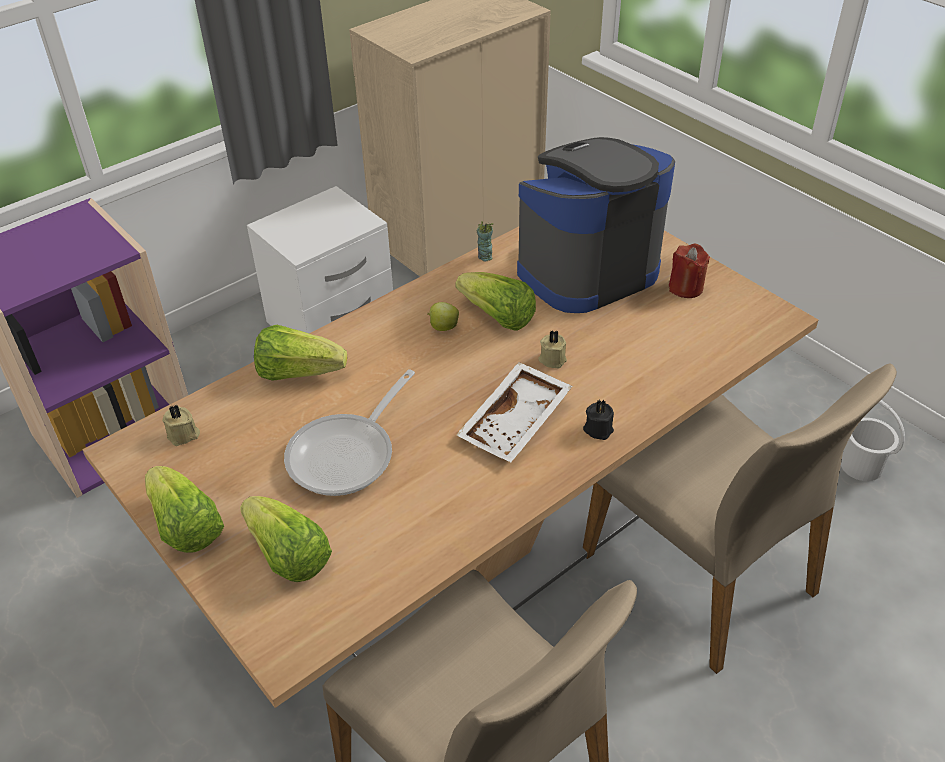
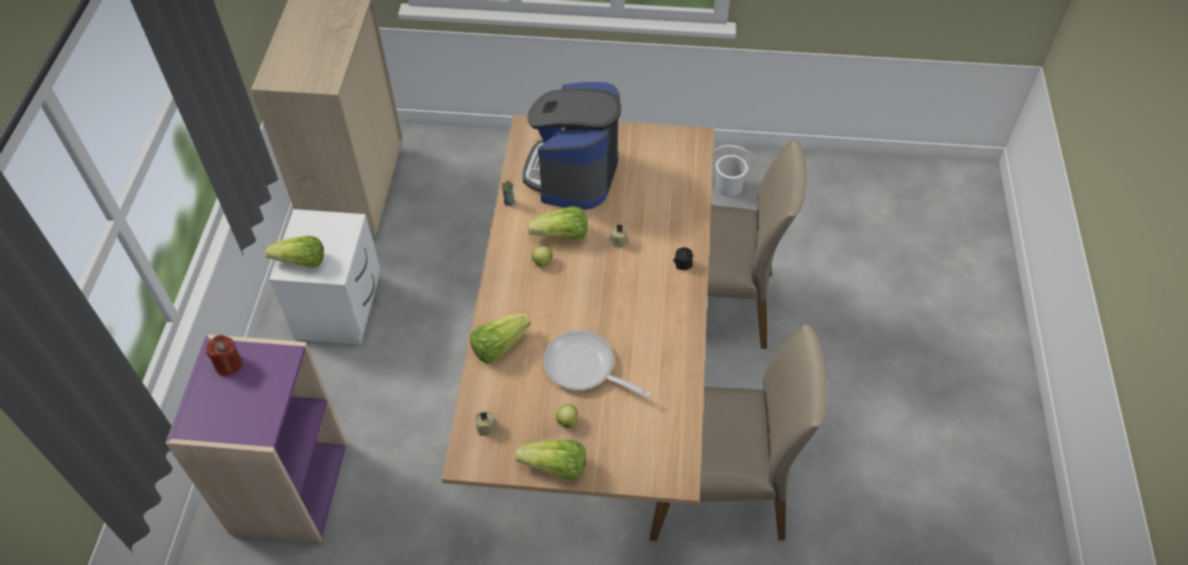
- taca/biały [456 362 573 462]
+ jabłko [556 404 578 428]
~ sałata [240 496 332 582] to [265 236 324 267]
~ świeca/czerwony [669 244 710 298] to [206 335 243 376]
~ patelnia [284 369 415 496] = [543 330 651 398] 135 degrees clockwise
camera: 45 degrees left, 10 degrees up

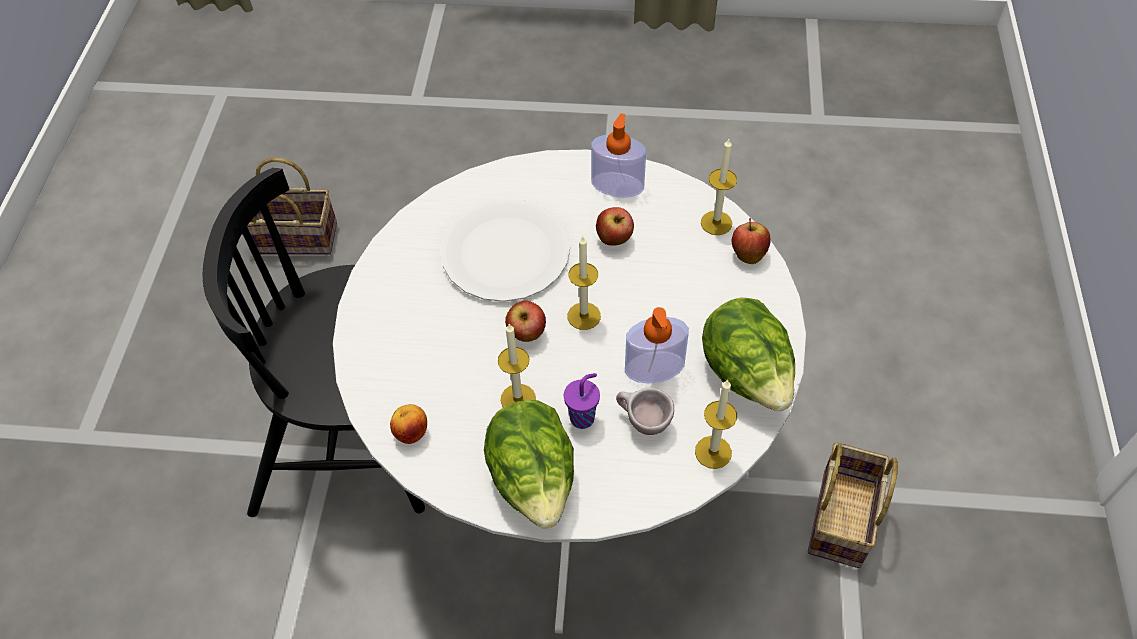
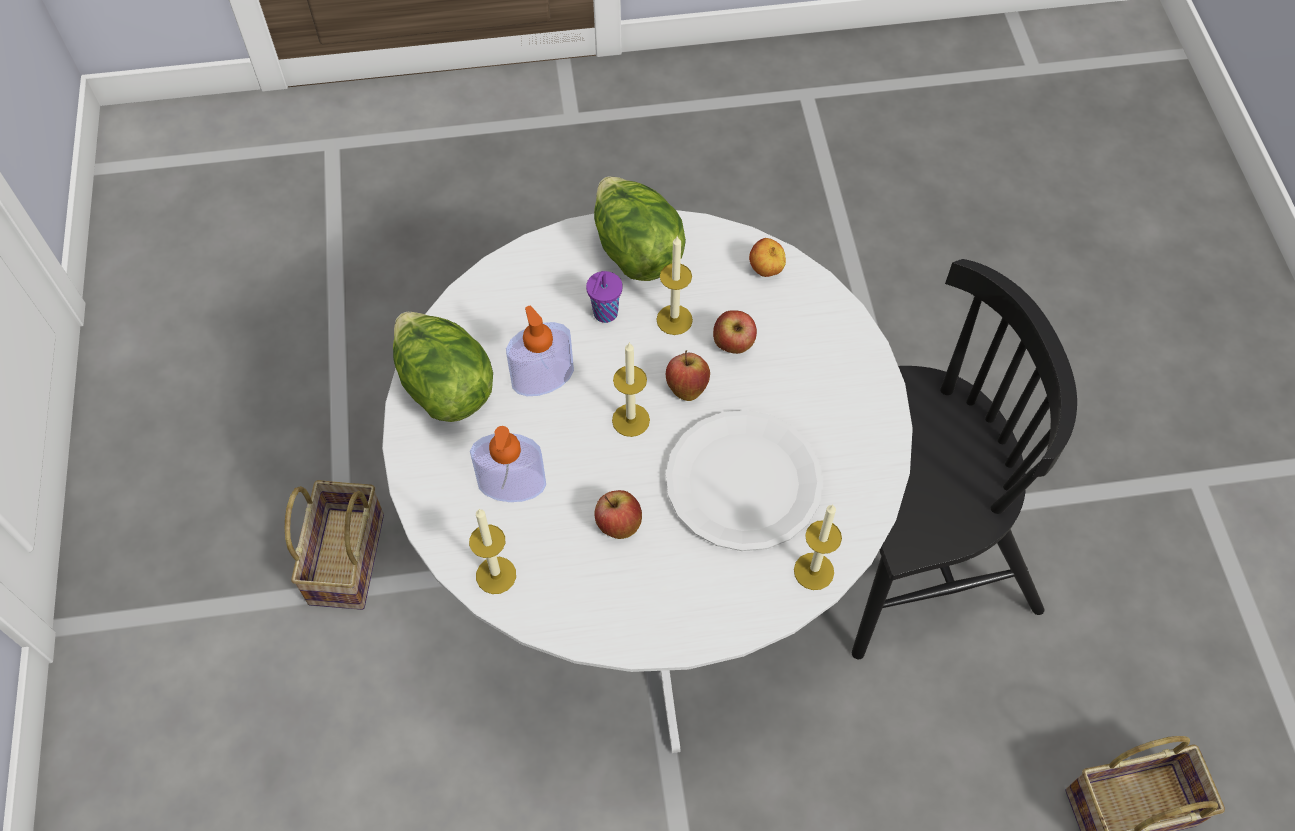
- filiżanka/beżowy [616 388 674 435]
~ dozownik mydła [591 114 646 198] to [470 426 546 502]
~ świeca [695 380 737 469] to [794 504 842 590]
~ jabłko [732 218 771 264] to [713 310 757 354]
camera: 165 degrees right, 5 degrees up

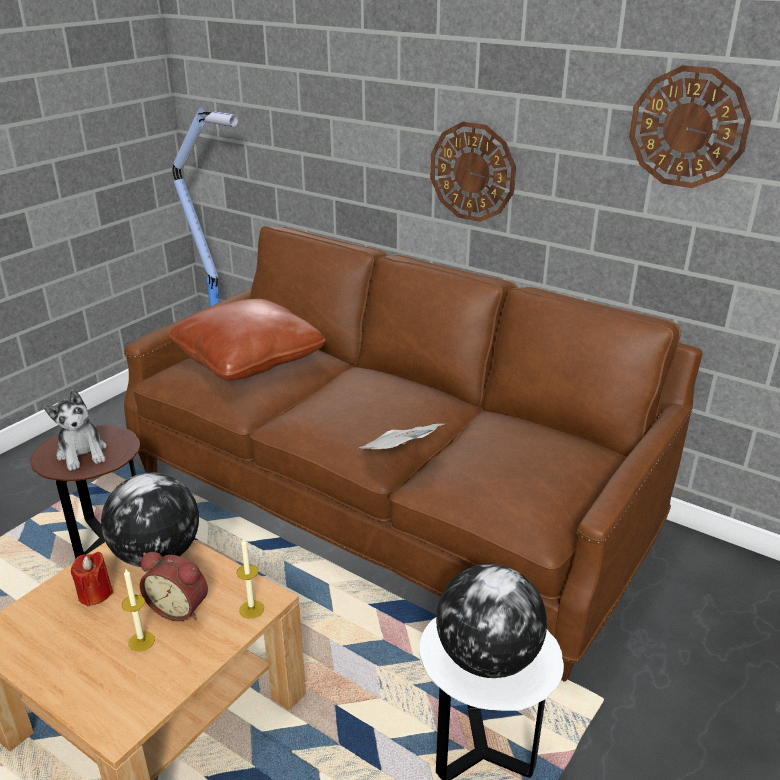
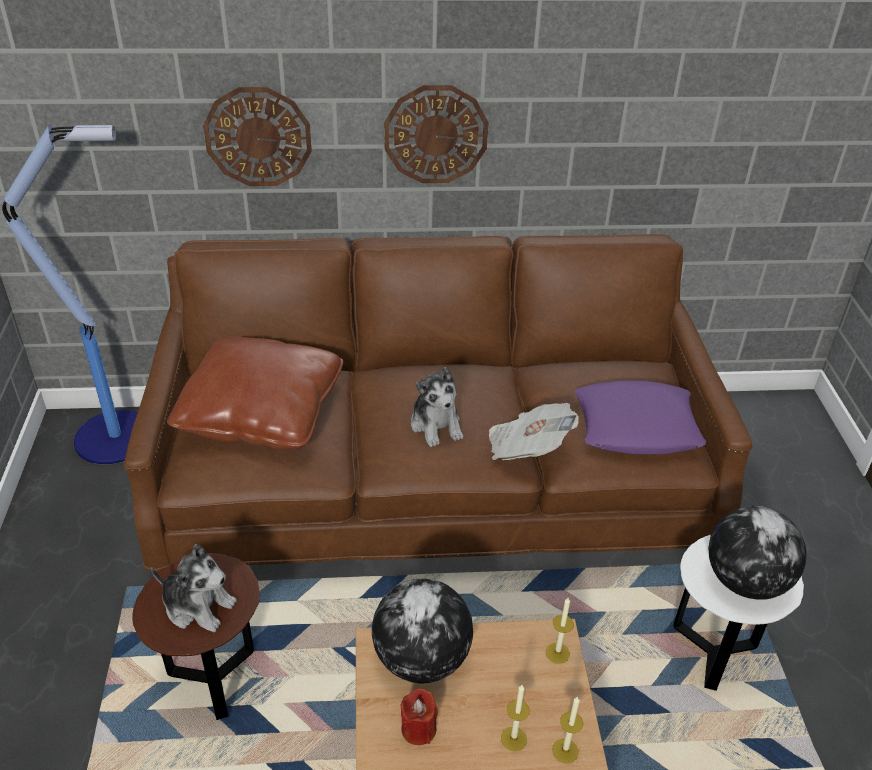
- budzik [140 552 208 621]
+ pluszak [411 367 463 447]
+ świeca [552 696 583 764]
+ poduszka/fioletowy [575 381 706 454]
~ zegar ścienny [629 65 751 188] to [203 87 312 186]
camera: 40 degrees left, 10 degrees up

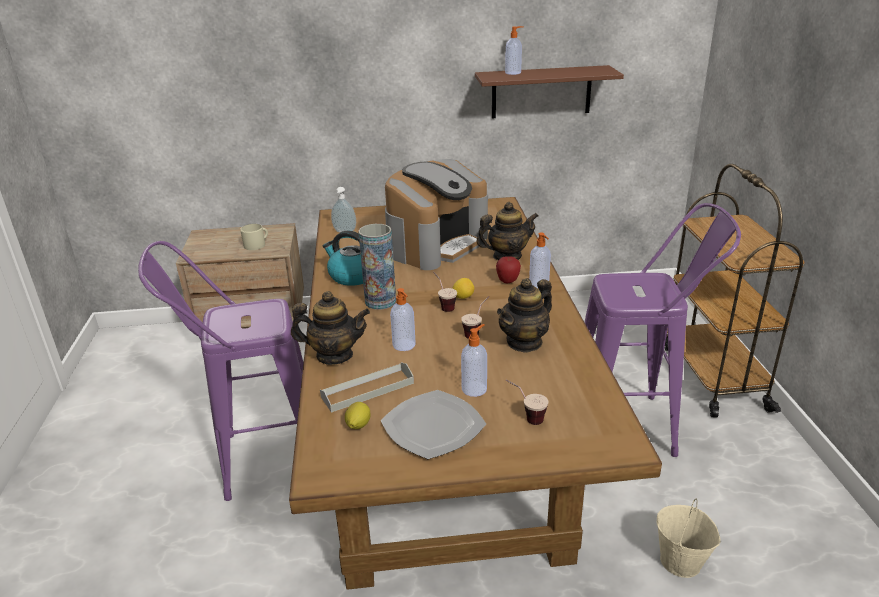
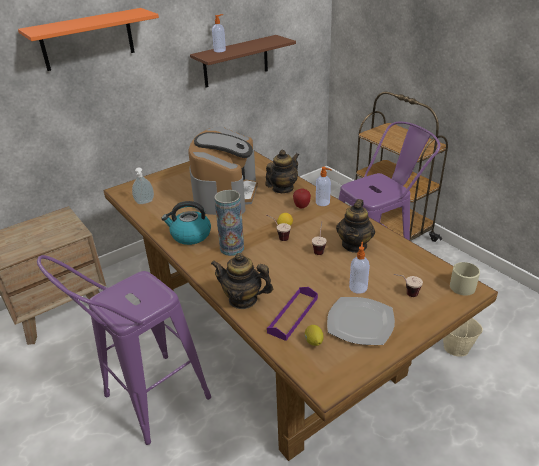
- dozownik mydła [390 288 416 351]
+ półka/pomarańczowy [18 8 159 71]
~ kubek/beżowy [240 224 268 250] to [450 262 480 296]
~ taca/szary [320 362 414 413] to taca/fioletowy [267 287 318 341]
~ imbryk [291 291 370 365] = [211 253 273 309] 135 degrees counterclockwise
camera: 30 degrees left, 5 degrees up

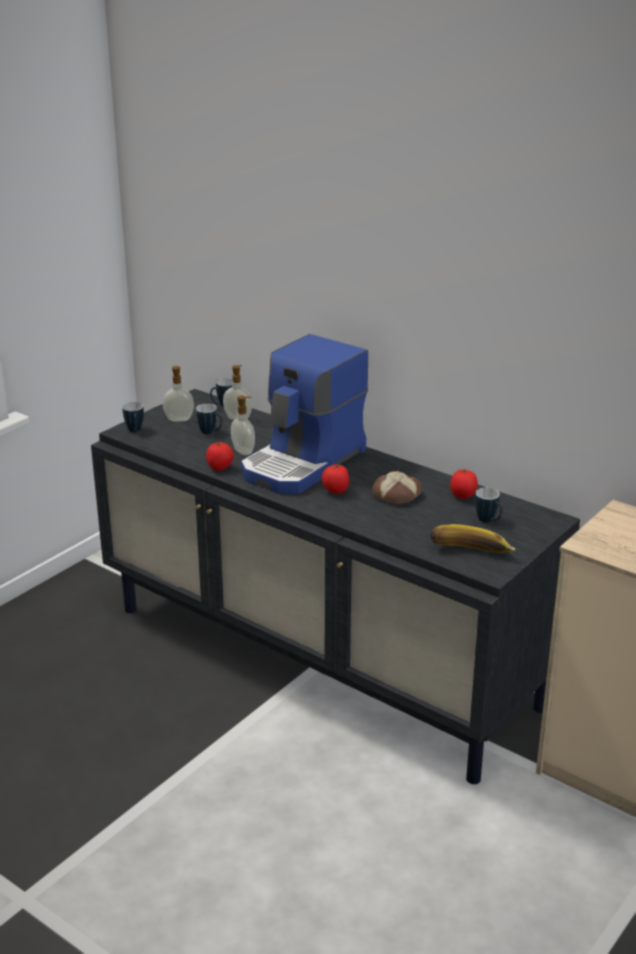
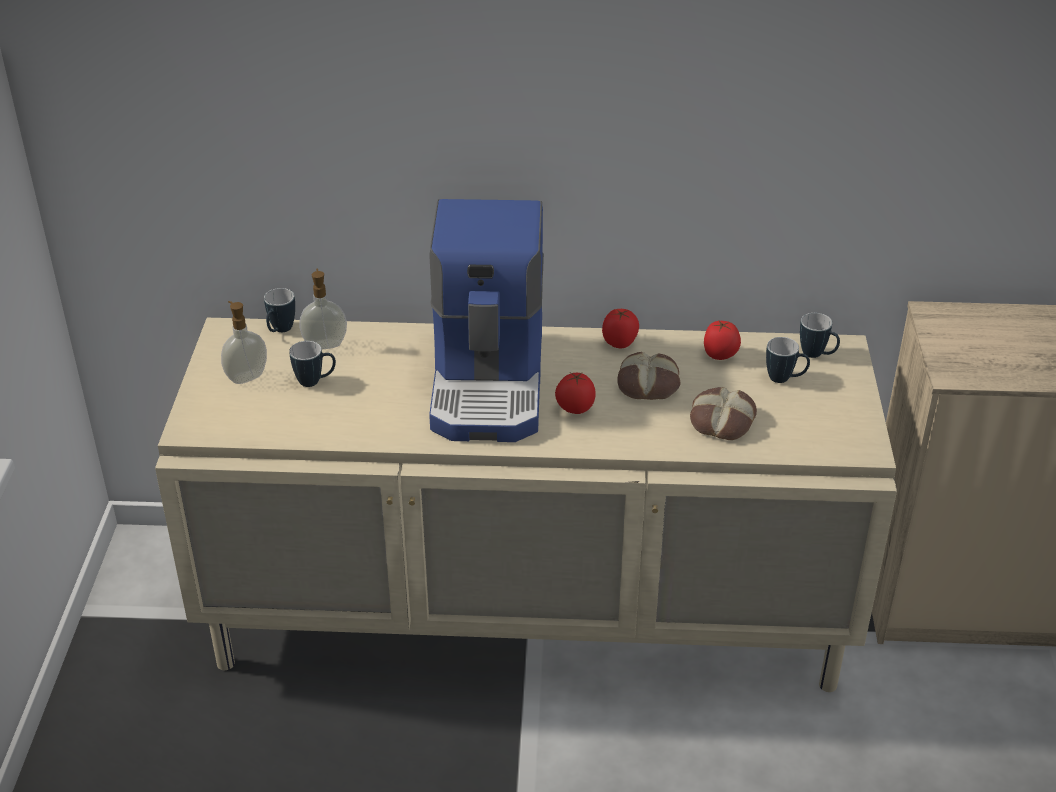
- dozownik mydła [231 396 255 455]
- banan [430 524 515 553]
+ chleb [690 387 757 440]
~ kubek [122 402 144 432] to [800 313 840 358]
~ pomidor [206 442 234 471] to [602 309 639 348]
~ szafka/czarny [91 389 580 784] to szafka/beżowy [155 318 897 692]
camera: 35 degrees left, 10 degrees up

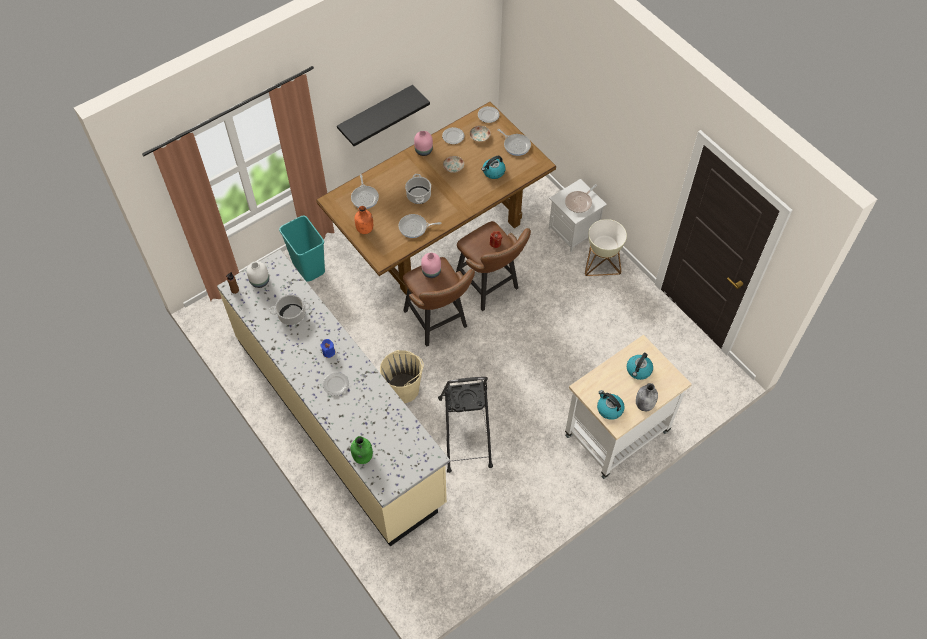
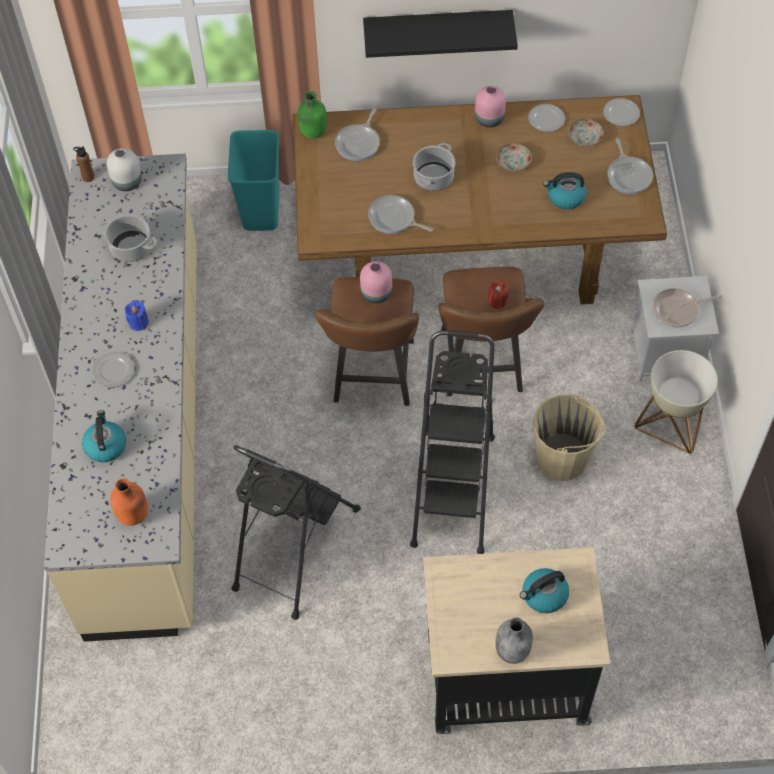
+ drabinka [410 330 495 554]
~ butelka/zielony [351 436 373 464] to [298 91 327 139]
~ butelka/pomarańczowy [355 206 373 234] to [110 479 148 526]
~ wiadro/beżowy [380 350 424 403] to [533 394 605 481]
~ czajnik [597 390 625 420] to [82 410 126 462]
~ wózek/biały [565 335 692 479] to wózek/czarny [423 547 610 734]
camera: 35 degrees right, 0 degrees up

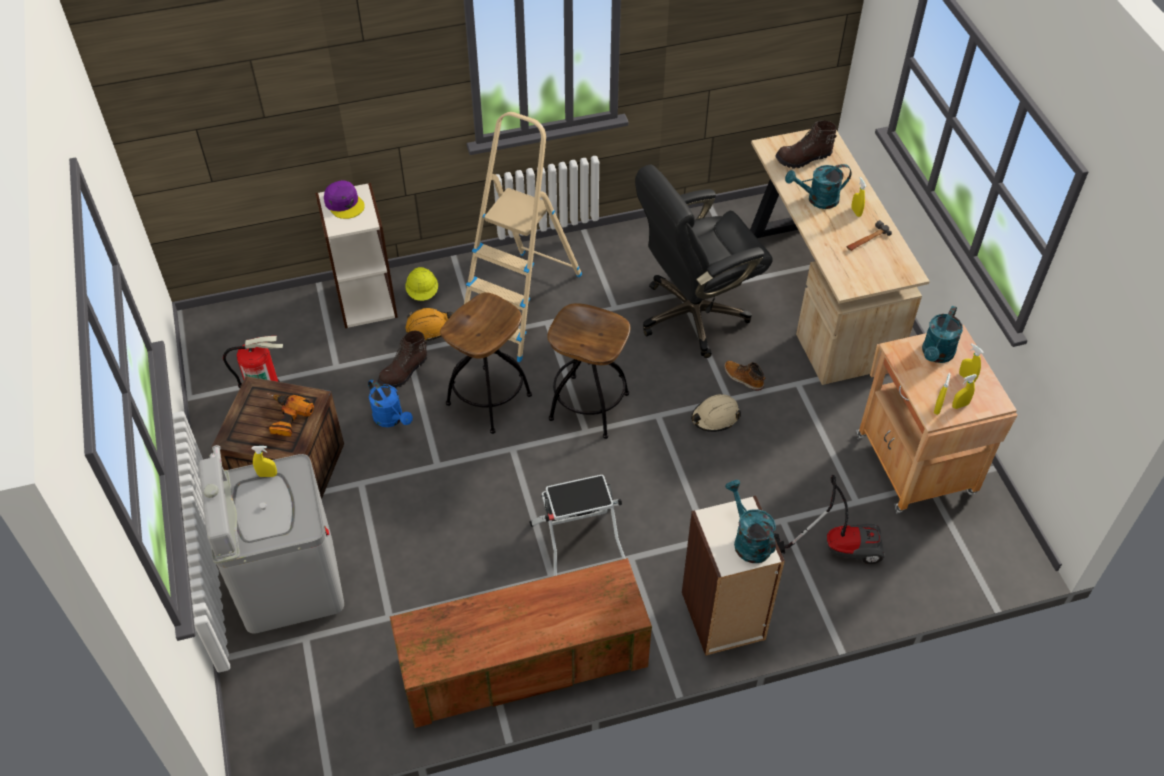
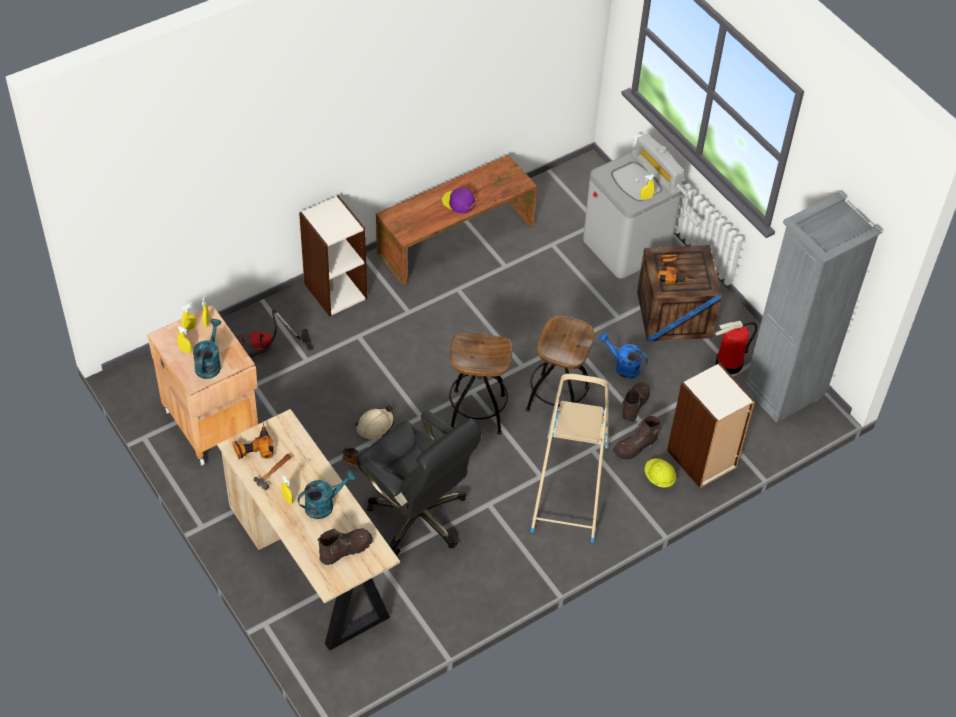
- drabinka [529 475 626 576]
- konewka/turkusowy [725 480 776 563]
+ wiertarka [233 421 274 459]
+ szafka/szary [744 192 882 422]
~ czapka z daszkiem/fioletowy [324 180 365 219] to [442 188 475 214]
~ kask/pomarańczowy [405 308 453 341] to but z cholewką/brązowy [613 416 661 460]
~ krzesło biurowe/czarny [635 165 773 358] = [356 411 481 556] 90 degrees clockwise
camera: 160 degrees right, 0 degrees up

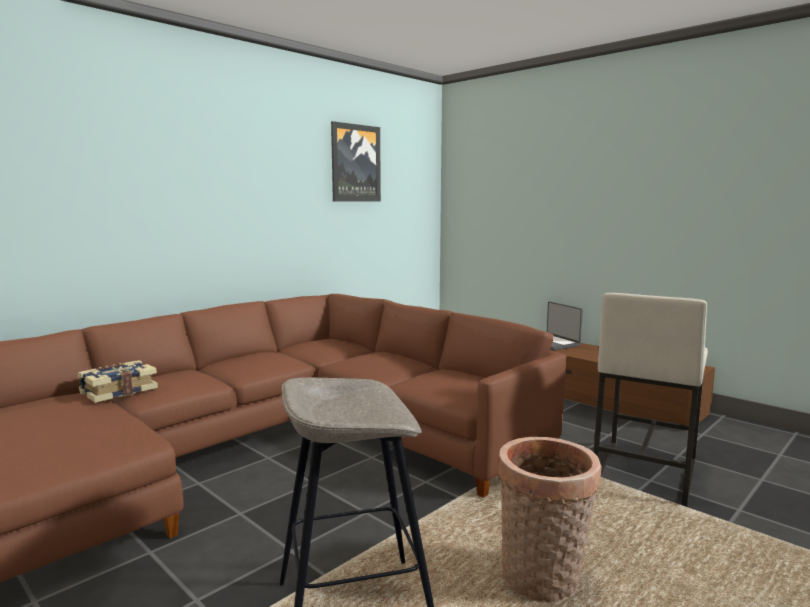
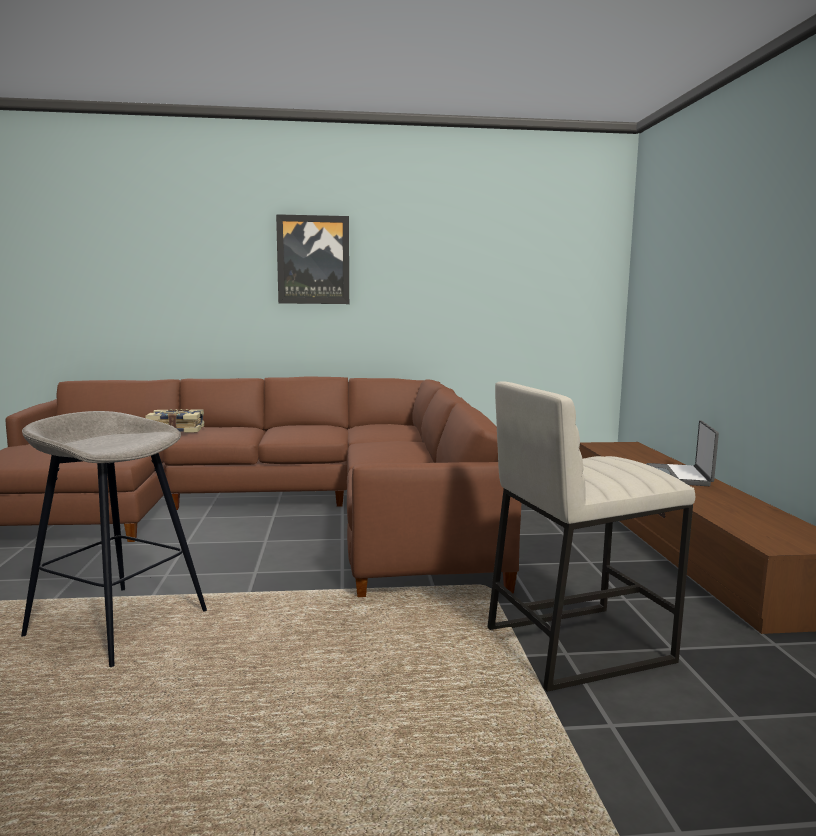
- koszyk [498 437 602 603]
~ obraz [331 121 381 202] to [276 214 349 304]
camera: 40 degrees right, 0 degrees up

